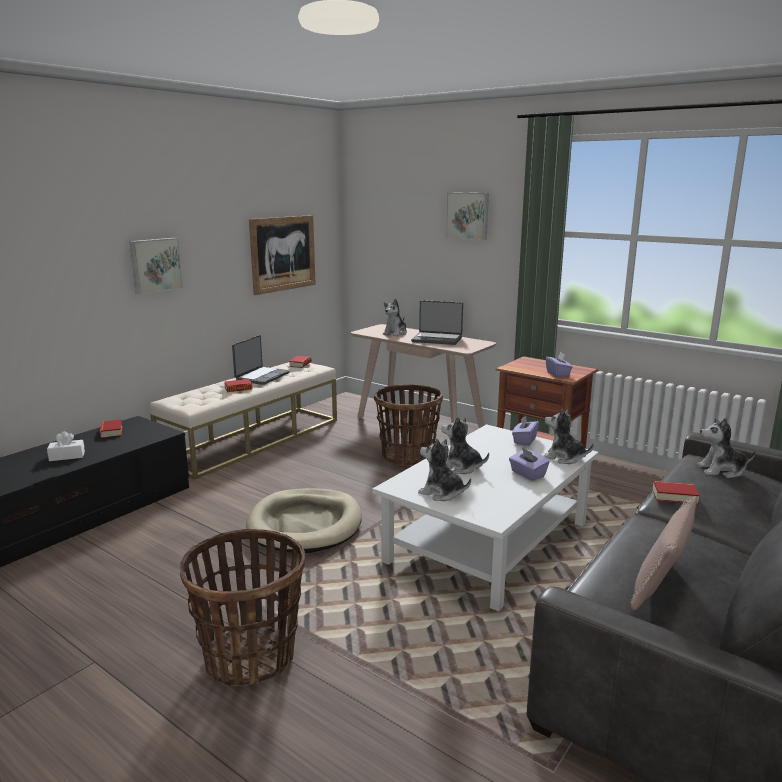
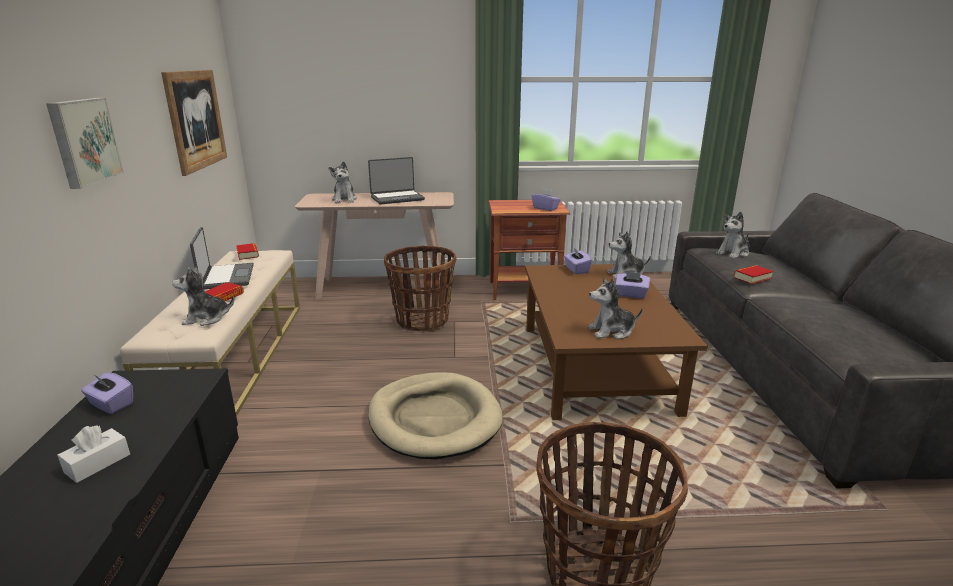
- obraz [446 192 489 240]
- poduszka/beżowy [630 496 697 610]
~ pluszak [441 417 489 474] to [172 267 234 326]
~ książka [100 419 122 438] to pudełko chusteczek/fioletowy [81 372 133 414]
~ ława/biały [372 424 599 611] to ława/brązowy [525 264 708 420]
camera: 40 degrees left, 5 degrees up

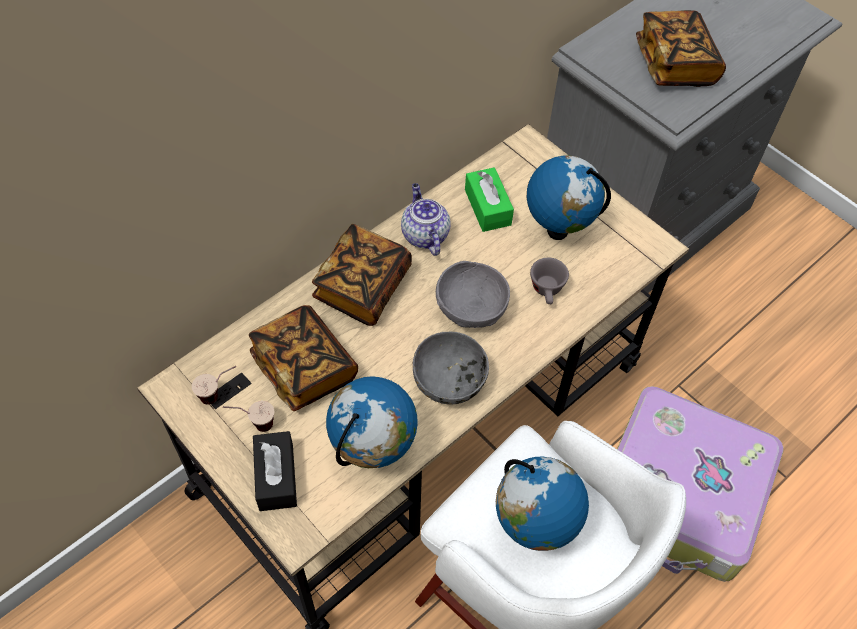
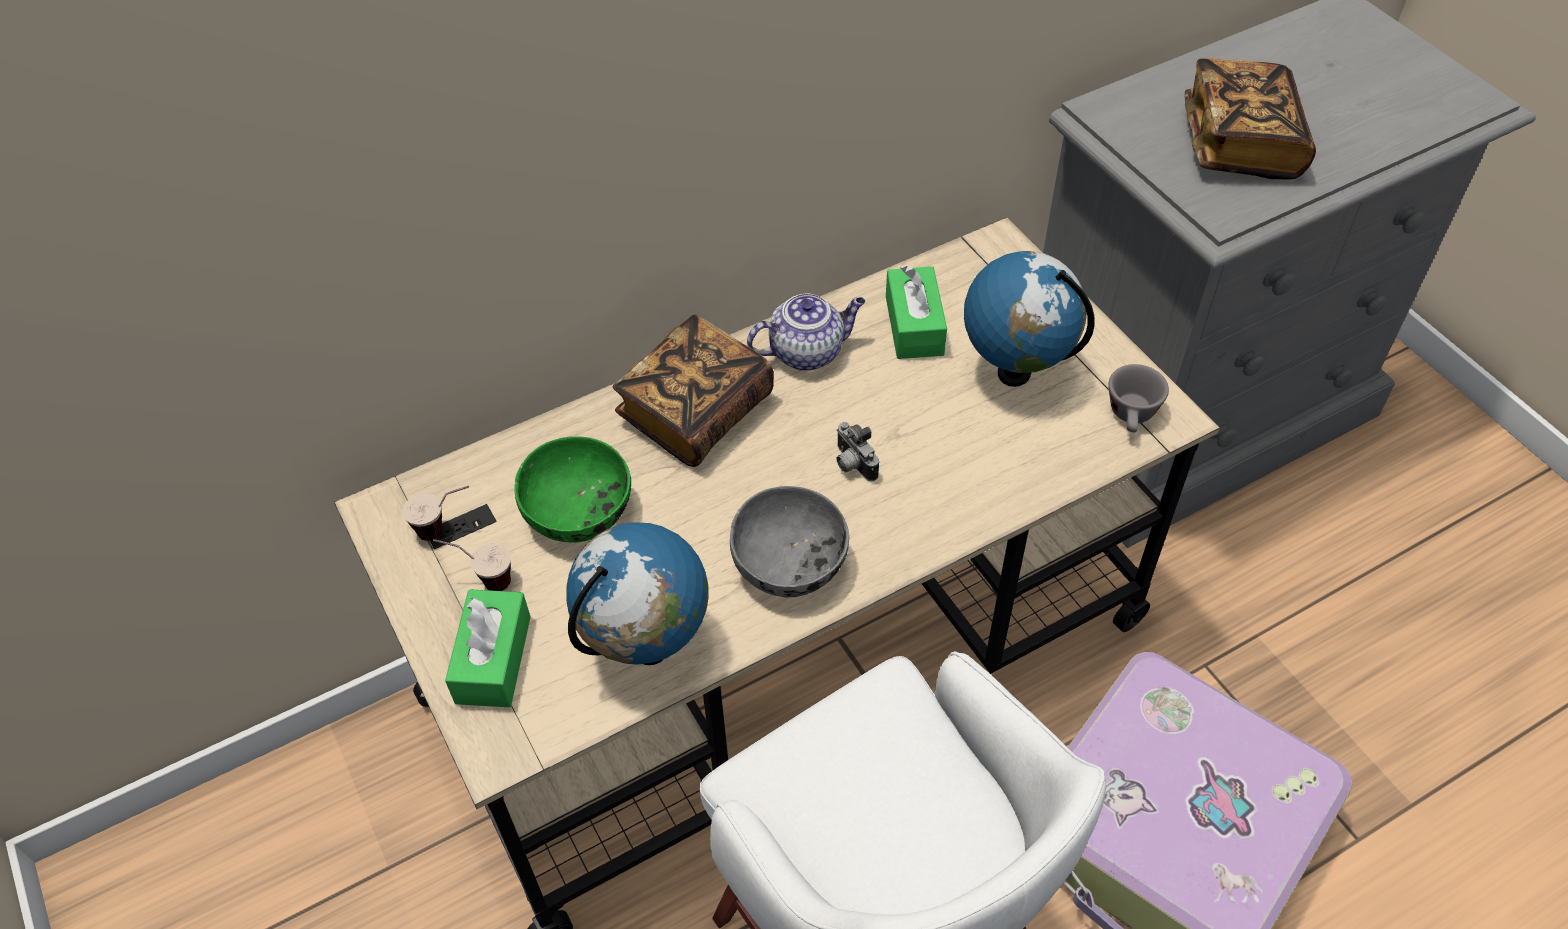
- globus [496 457 589 551]
~ filiżanka/szary [530 258 569 304] to [1108 364 1169 432]
~ książka [249 305 358 411] to miska/zielony [514 436 631 543]
~ miska/szary [436 261 510 328] to aparat fotograficzny [836 422 879 481]
~ pudełko chusteczek/czarny [253 431 297 511] to pudełko chusteczek/zielony [445 589 530 707]
~ imbryk [401 183 451 256] = [747 294 865 371] 75 degrees clockwise
camera: 15 degrees right, 5 degrees down

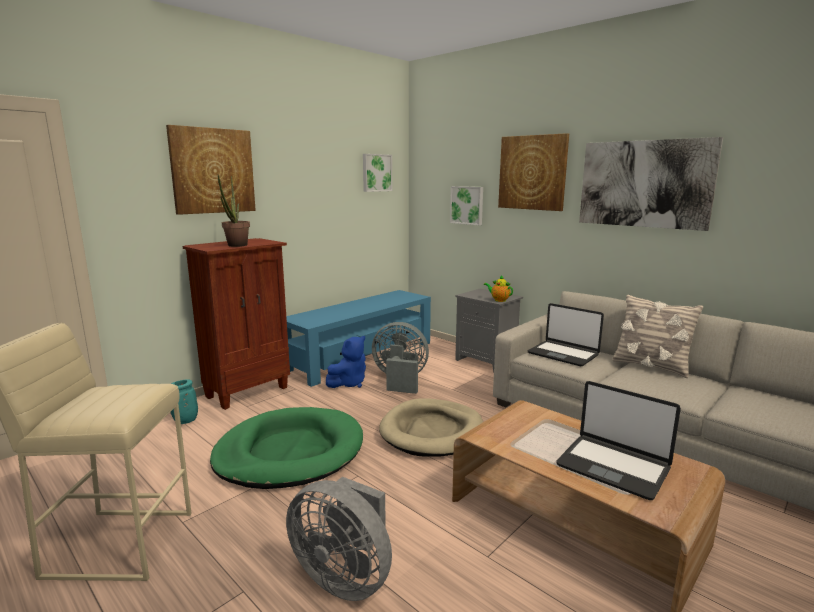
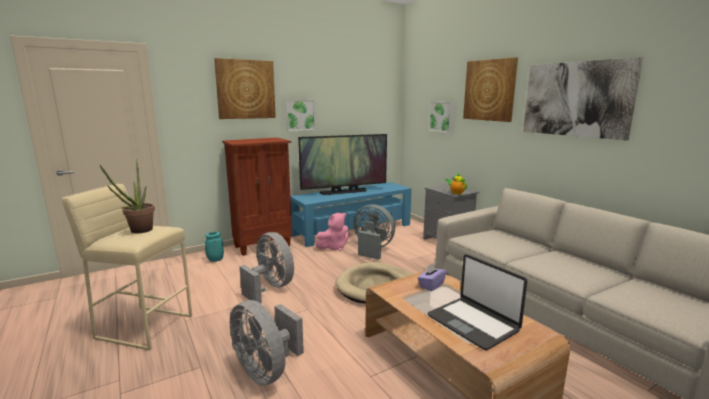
- laptop [528 303 604 367]
- poduszka/beżowy [612 295 703 378]
+ telewizor [298 134 387 195]
+ pudełko chusteczek/fioletowy [418 263 447 291]
~ roślina doniczkowa [218 175 250 247] to [100 159 155 233]
~ obraz [363 154 392 192] to [285 100 316 131]
~ legowisko/zielony [210 407 363 489] to wentylator/szary [239 232 294 303]
~ pluszak/niebieski [326 336 366 388] to pluszak/różowy [316 213 349 251]
camera: 15 degrees right, 0 degrees up

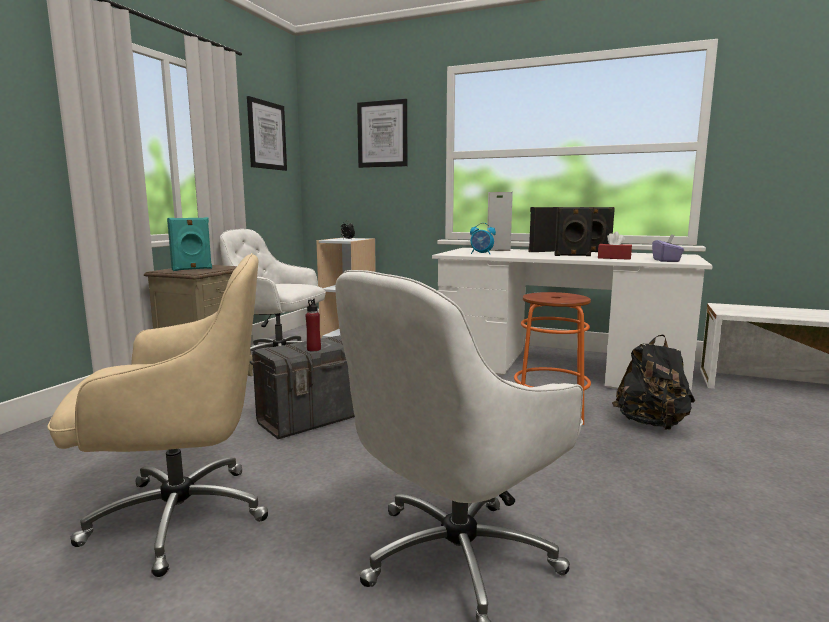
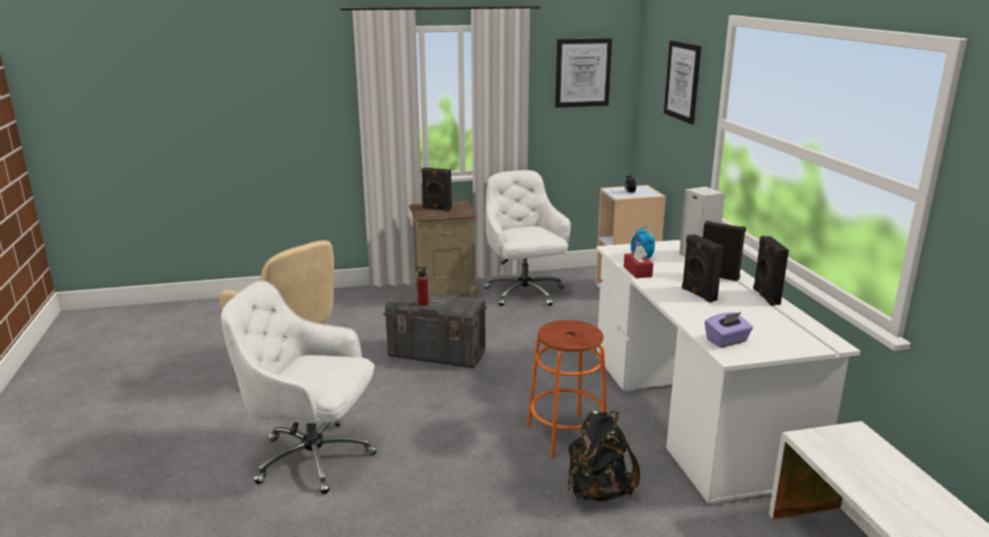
~ pudełko chusteczek/czerwony [598 231 632 260] to [624 246 653 278]
~ głośnik/turkusowy [167 217 212 271] to głośnik/czarny [421 167 452 211]
camera: 55 degrees right, 10 degrees up

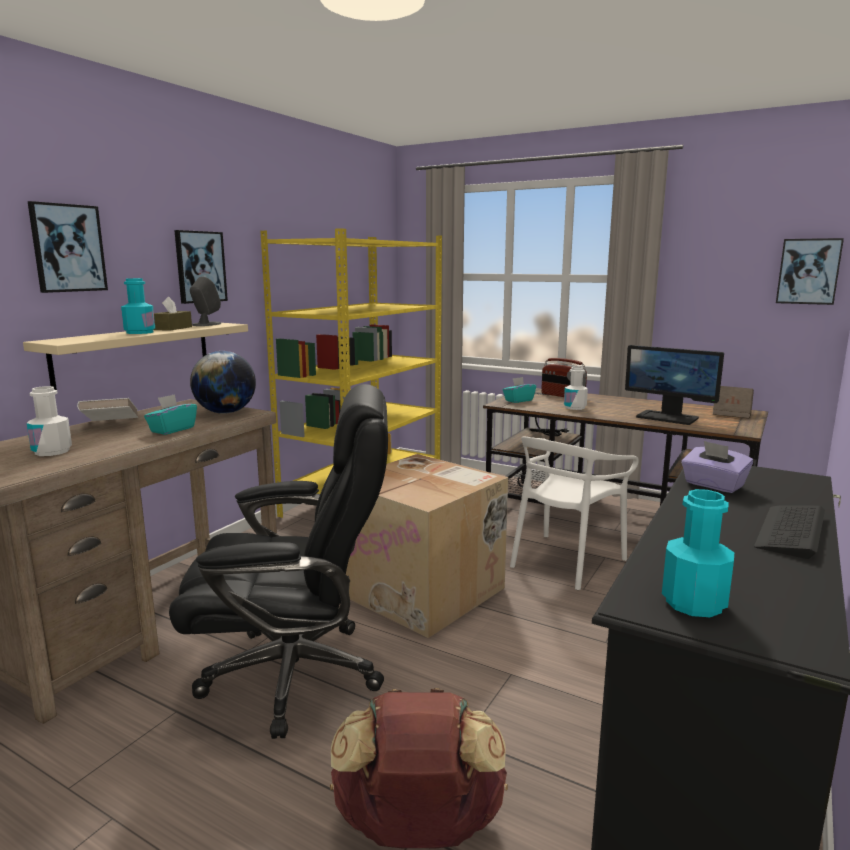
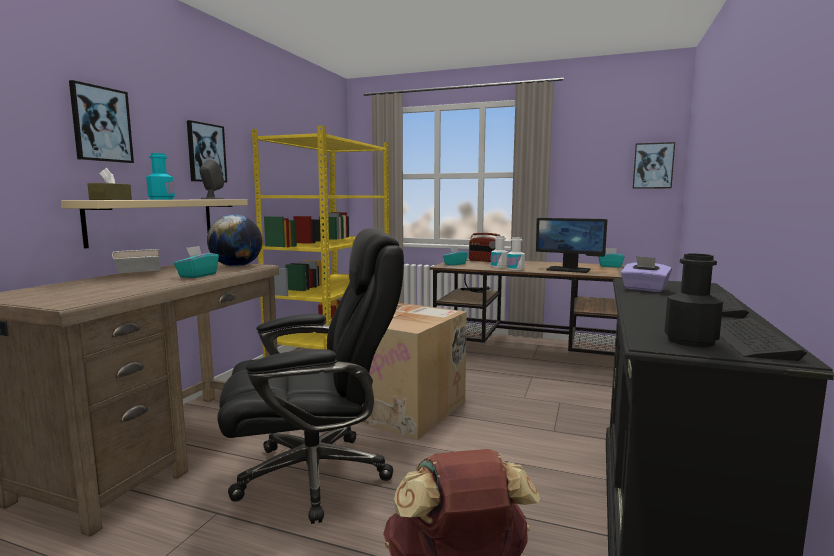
- krzesło/biały [510 436 639 590]
+ klawiatura [720 318 807 361]
~ butelka/biały [27 386 72 456] to [507 237 525 270]
~ pudełko chusteczek/brązowy [153 297 192 331] to [87 168 132 200]
~ książka/brązowy [712 386 754 418] to pudełko chusteczek/turkusowy [598 248 625 267]
~ butelka/turkusowy [662 489 734 617] to butelka/czarny [665 254 723 347]
camera: 10 degrees left, 5 degrees down

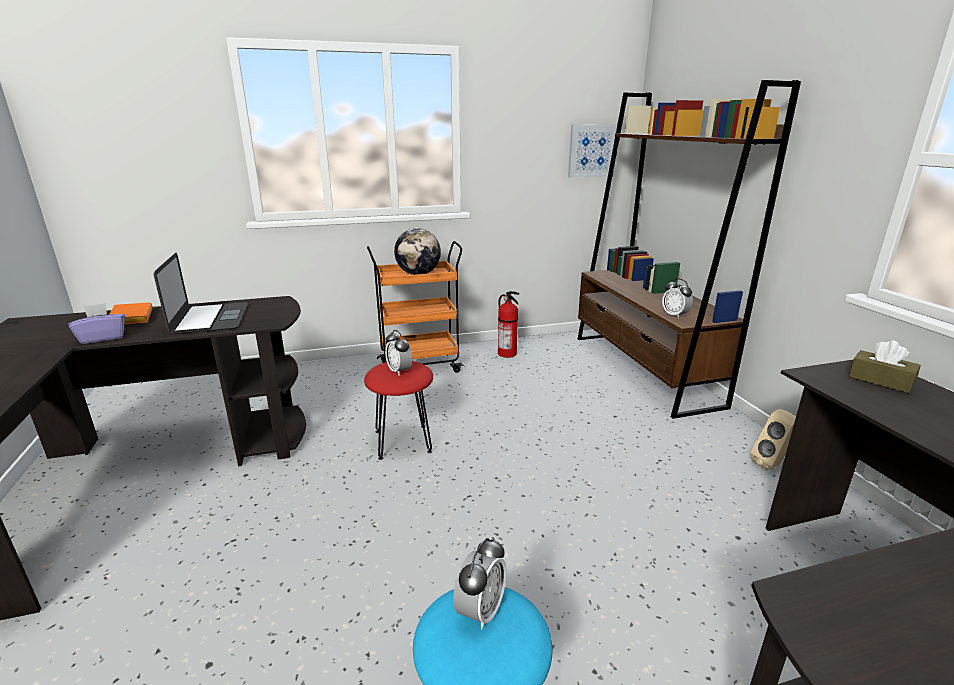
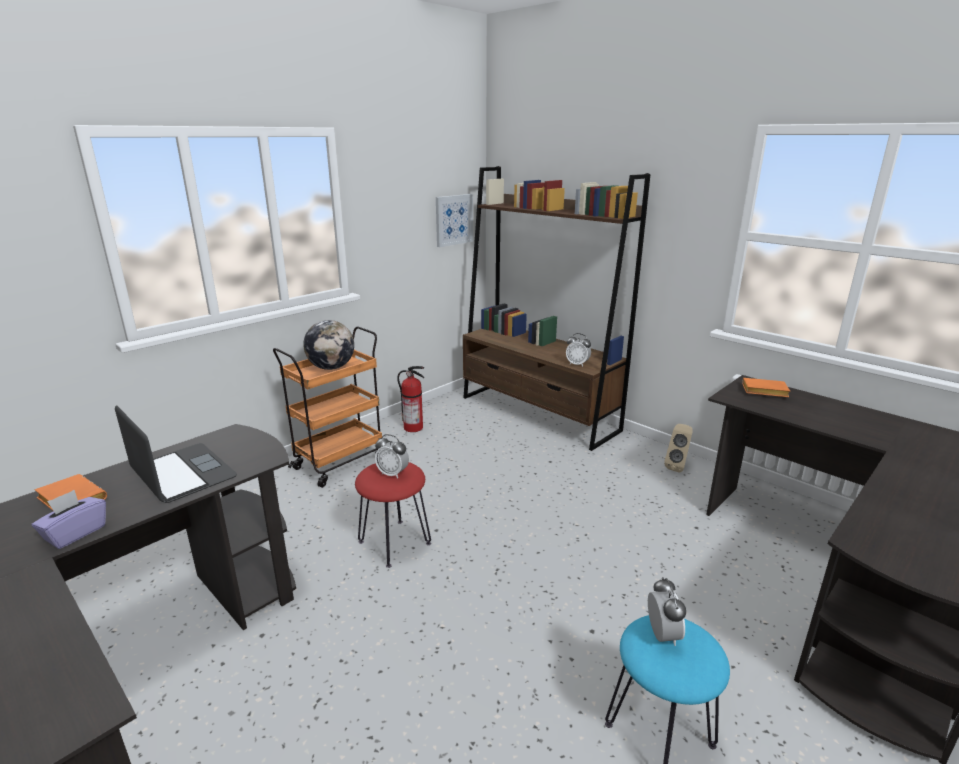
~ pudełko chusteczek/brązowy [848 341 921 393] to książka/pomarańczowy [742 378 790 397]
camera: 30 degrees left, 0 degrees up

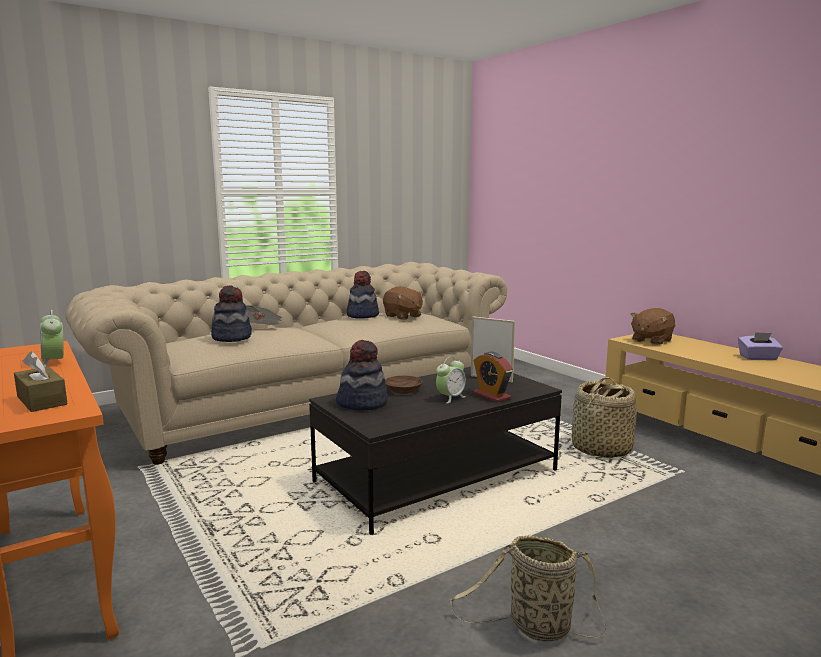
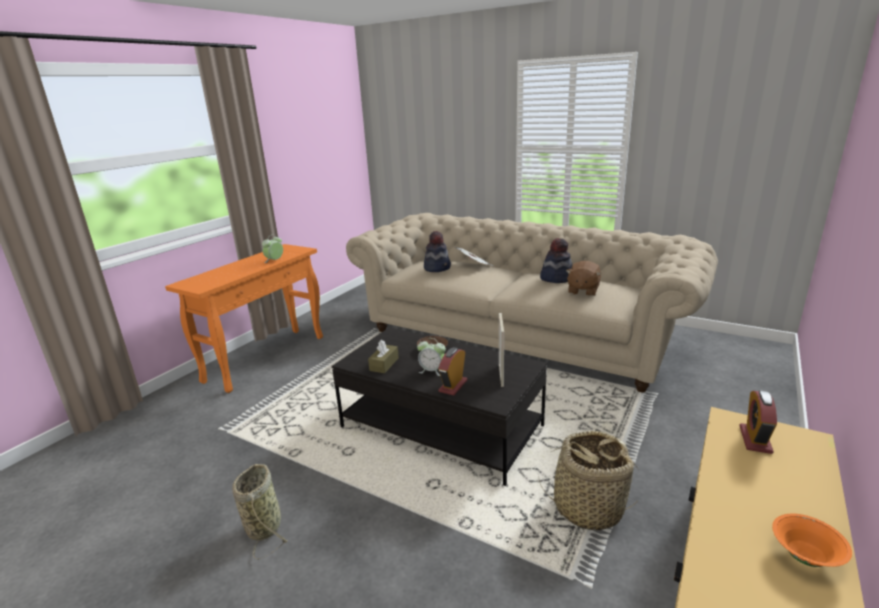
- kapelusz [336 340 388 410]
~ pudełko chusteczek/brązowy [14 351 68 412] to [368 340 399 373]
~ pluszak/brązowy [631 308 675 345] to budzik [739 390 777 454]
~ pudełko chusteczek/fioletowy [738 332 783 360] to miska/pomarańczowy [772 514 852 567]
camera: 65 degrees right, 10 degrees up

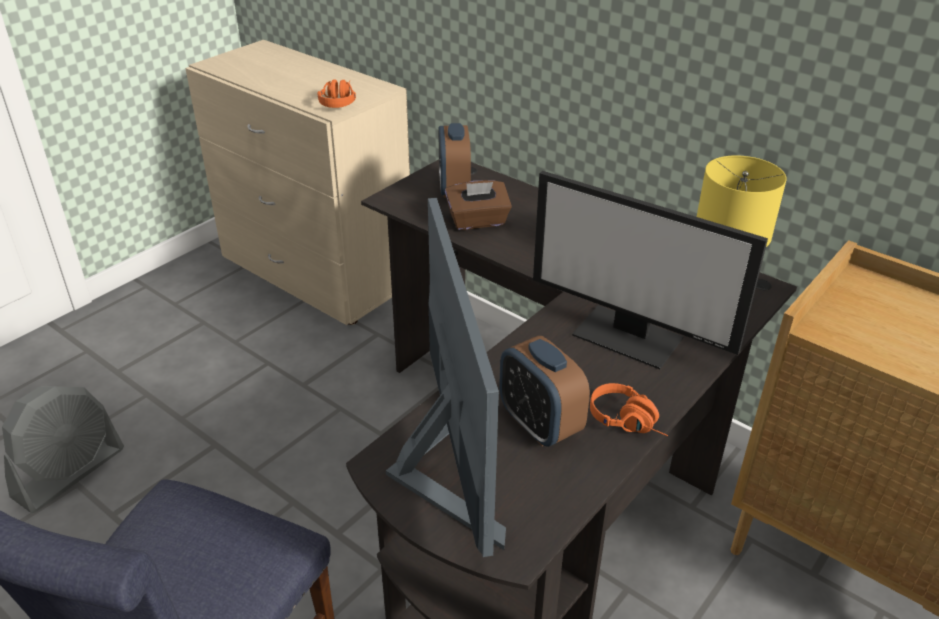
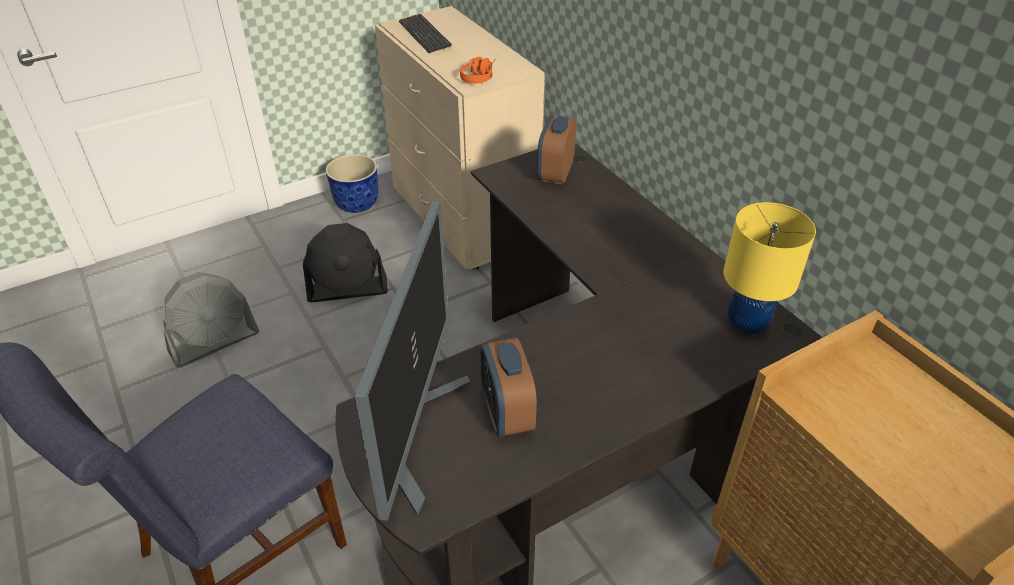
- pudełko chusteczek/brązowy [445 180 512 230]
- monitor [533 171 768 369]
- słuchawki/pomarańczowy [590 383 668 436]
+ wentylator/czarny [303 223 388 302]
+ donica [326 154 378 213]
+ klawiatura [399 14 452 53]
camera: 20 degrees right, 5 degrees up

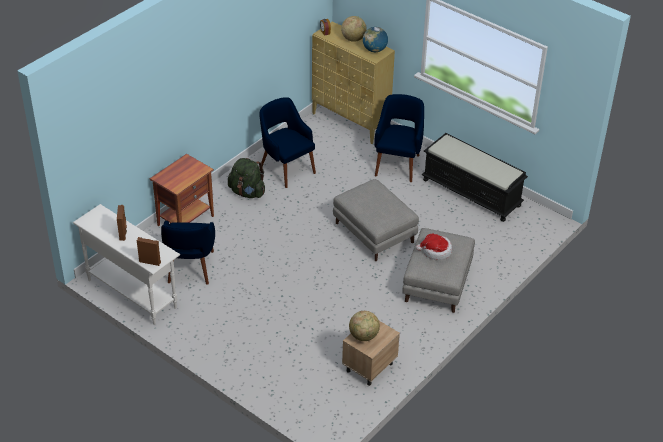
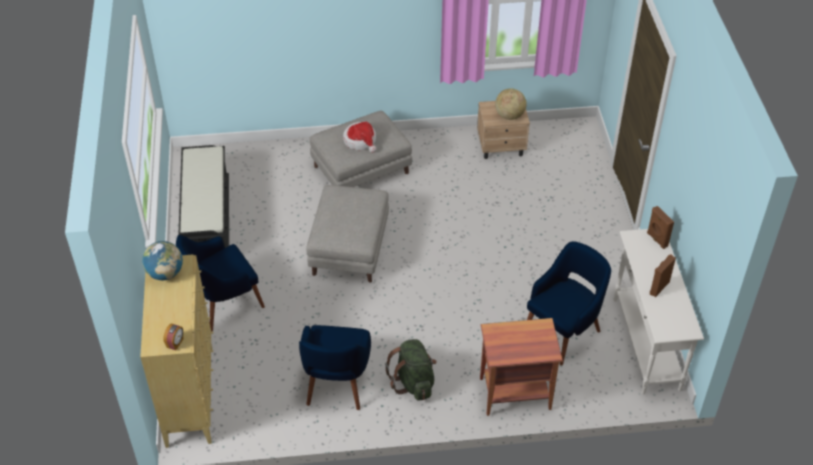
- globus [341 16 367 42]
camera: 135 degrees left, 5 degrees up

